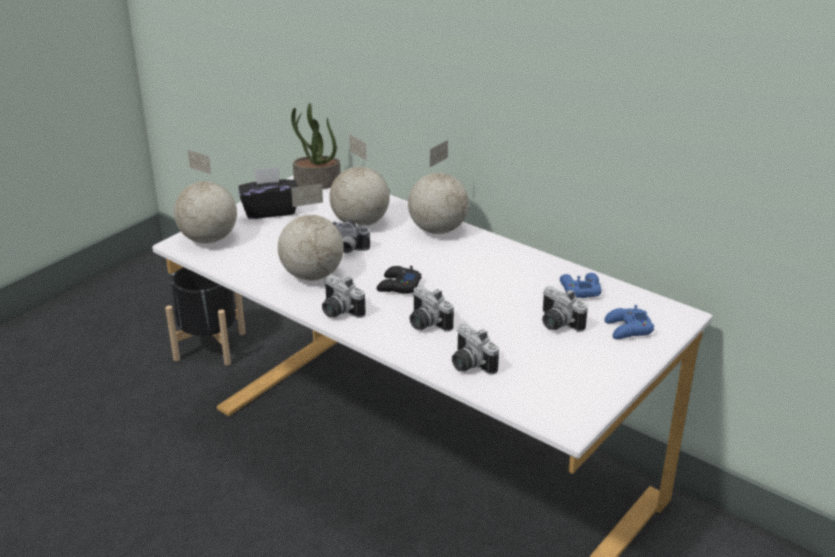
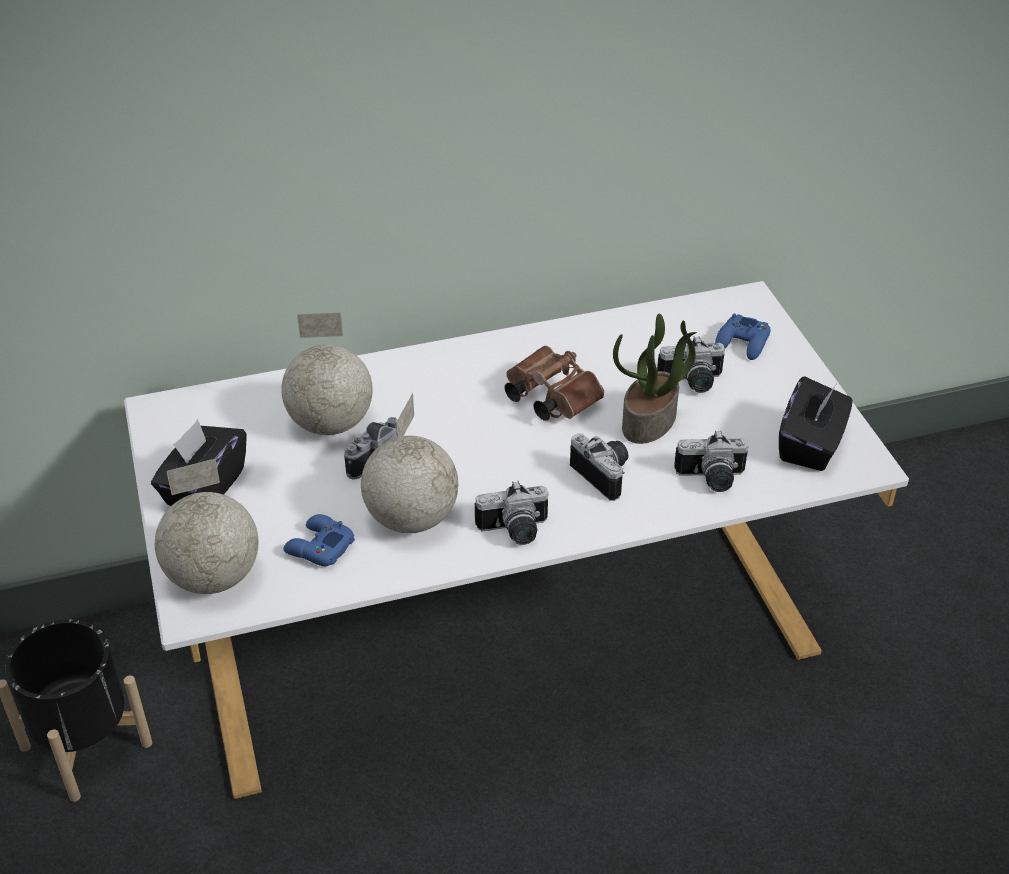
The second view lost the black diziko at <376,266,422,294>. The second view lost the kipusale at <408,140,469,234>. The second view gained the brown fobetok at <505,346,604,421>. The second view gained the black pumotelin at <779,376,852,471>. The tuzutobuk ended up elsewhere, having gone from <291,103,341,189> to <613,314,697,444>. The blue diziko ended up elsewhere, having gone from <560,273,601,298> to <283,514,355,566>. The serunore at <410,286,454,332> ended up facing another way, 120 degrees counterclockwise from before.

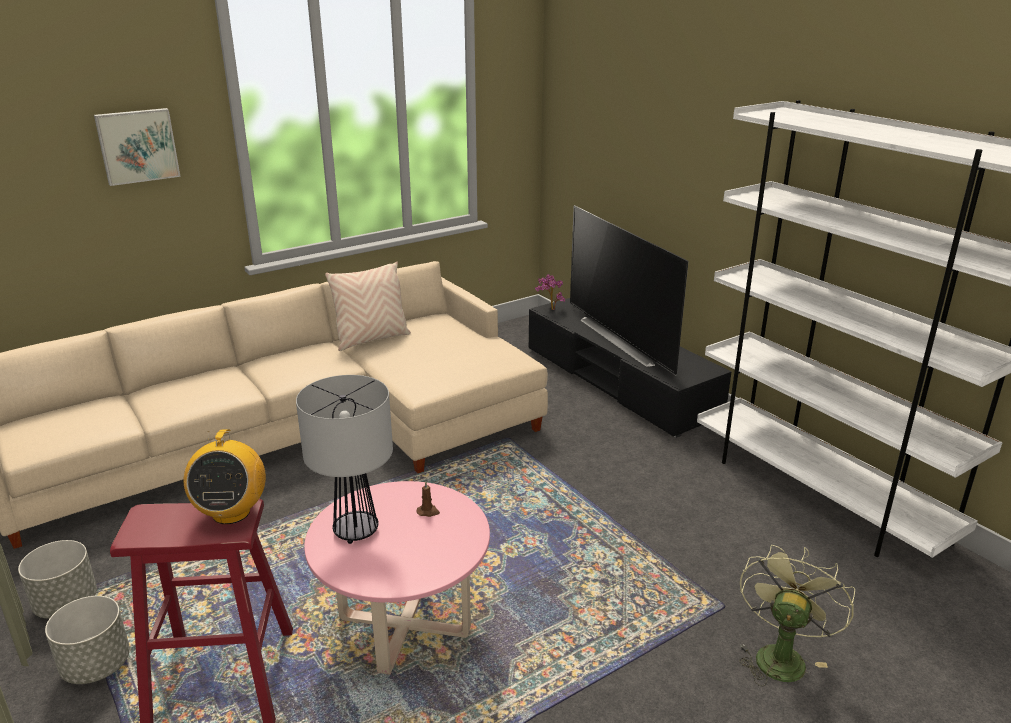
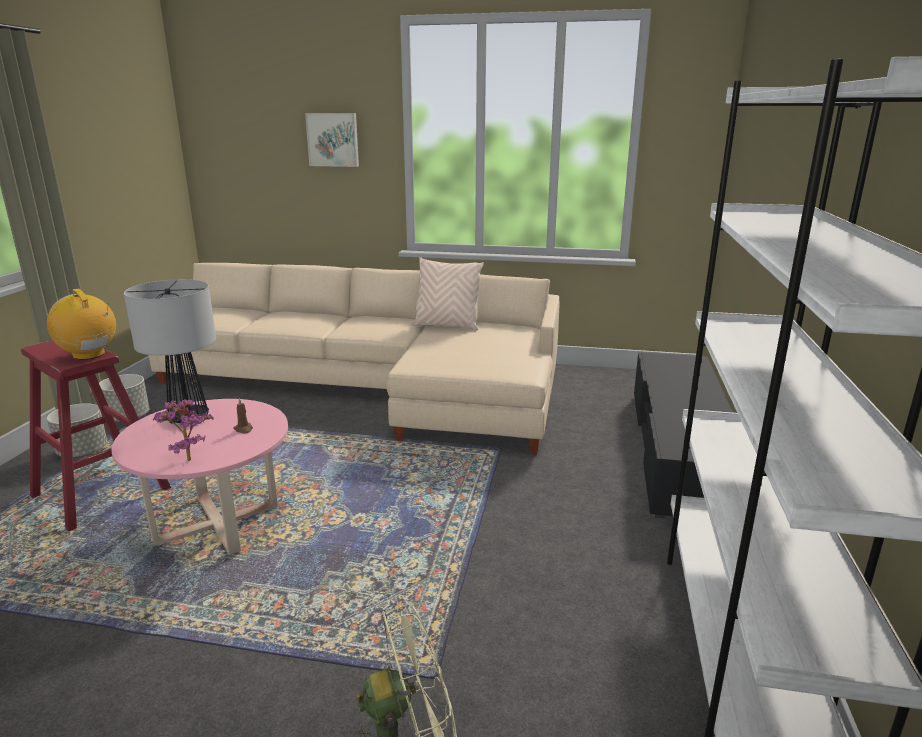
The second view lost the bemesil at <570,205,689,376>. The tuzutobuk ended up elsewhere, having gone from <535,274,565,310> to <153,399,214,461>. The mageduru at <184,429,266,524> ended up facing another way, 90 degrees clockwise from before.

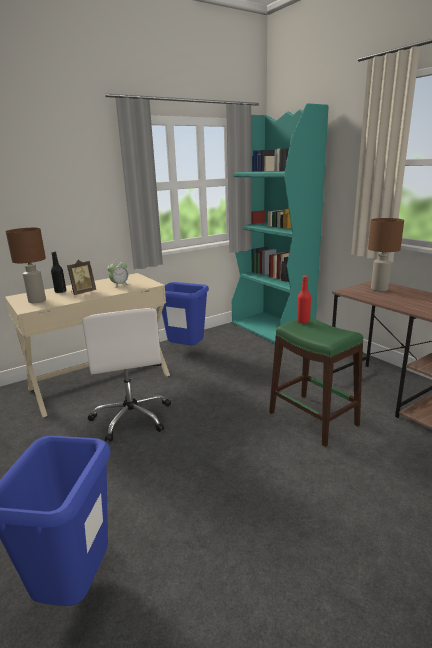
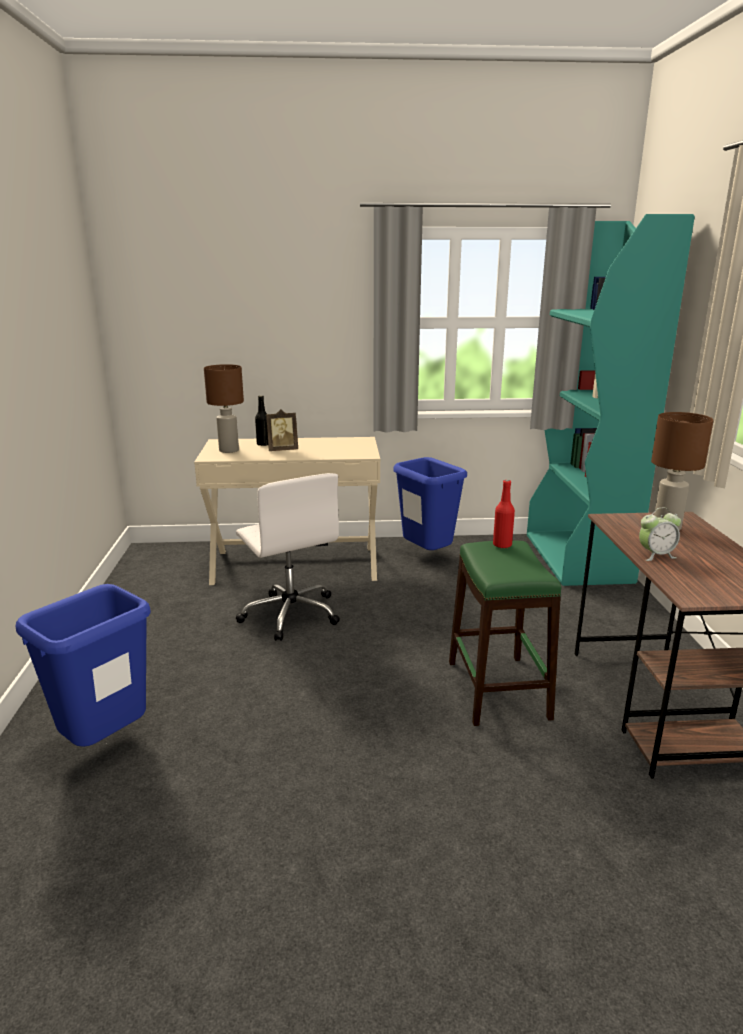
The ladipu ended up elsewhere, having gone from <107,260,130,288> to <639,508,681,561>. The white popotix at <82,308,171,442> ended up facing another way, 45 degrees counterclockwise from before.

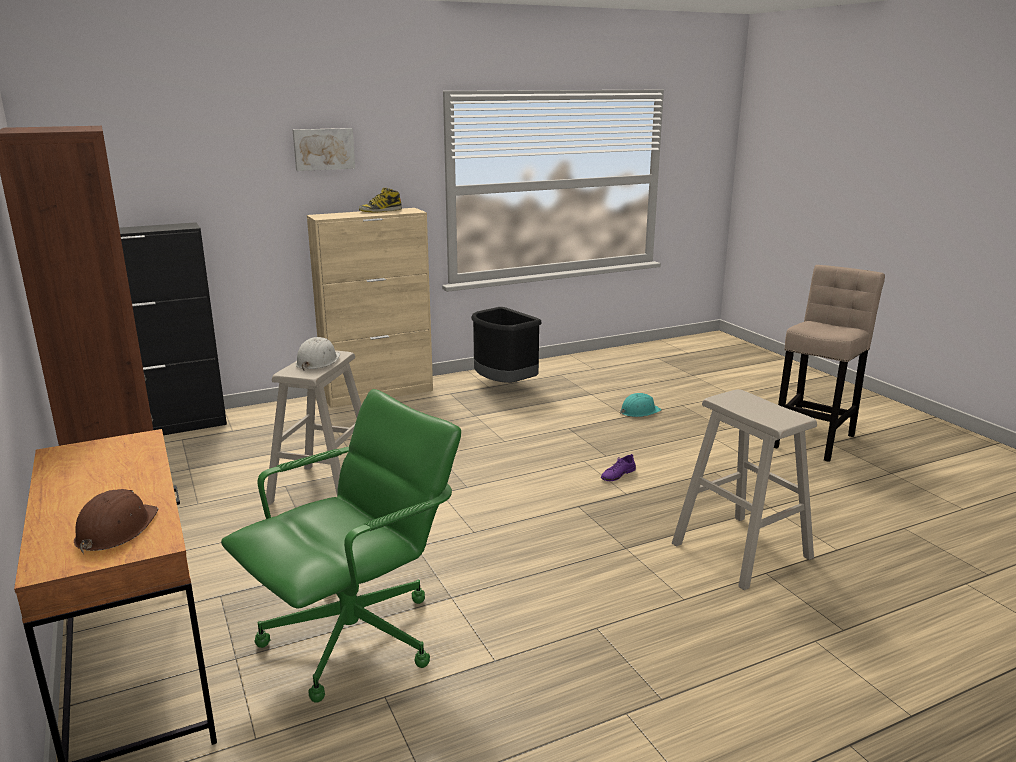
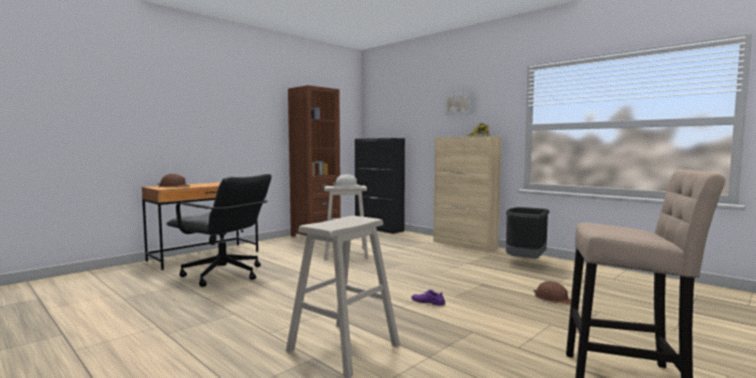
What was the green popotix at <221,389,461,703> turned into the black popotix at <166,174,272,287>. What was the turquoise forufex at <620,393,661,417> turned into the brown forufex at <533,281,571,305>.

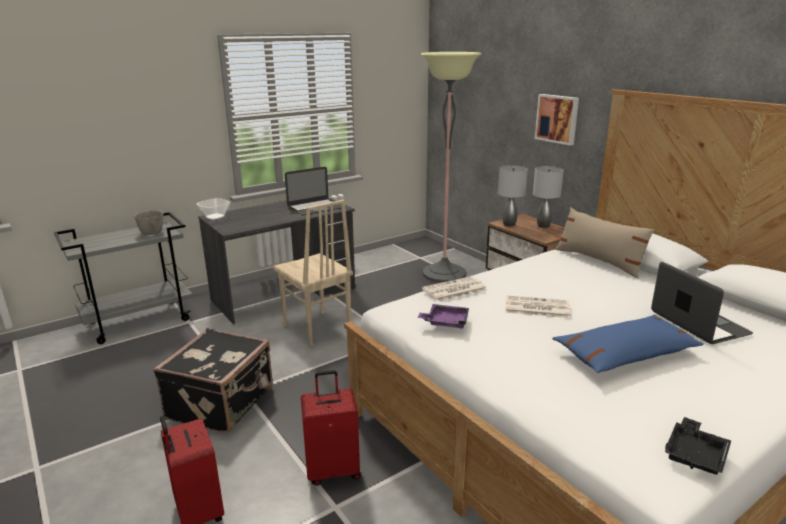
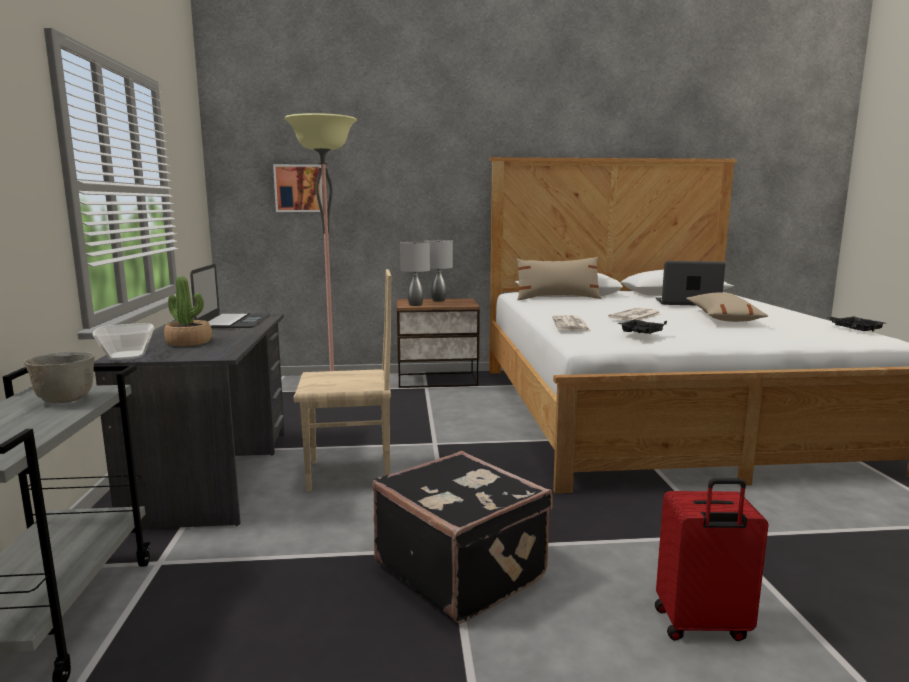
The second view lost the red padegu at <301,370,361,486>. The second view gained the tuzutobuk at <164,276,212,346>. The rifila ended up elsewhere, having gone from <535,94,579,146> to <273,164,323,212>. What was the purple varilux at <418,304,469,329> turned into the black varilux at <617,320,667,334>. What was the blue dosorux at <552,314,704,373> turned into the beige dosorux at <686,292,768,322>.

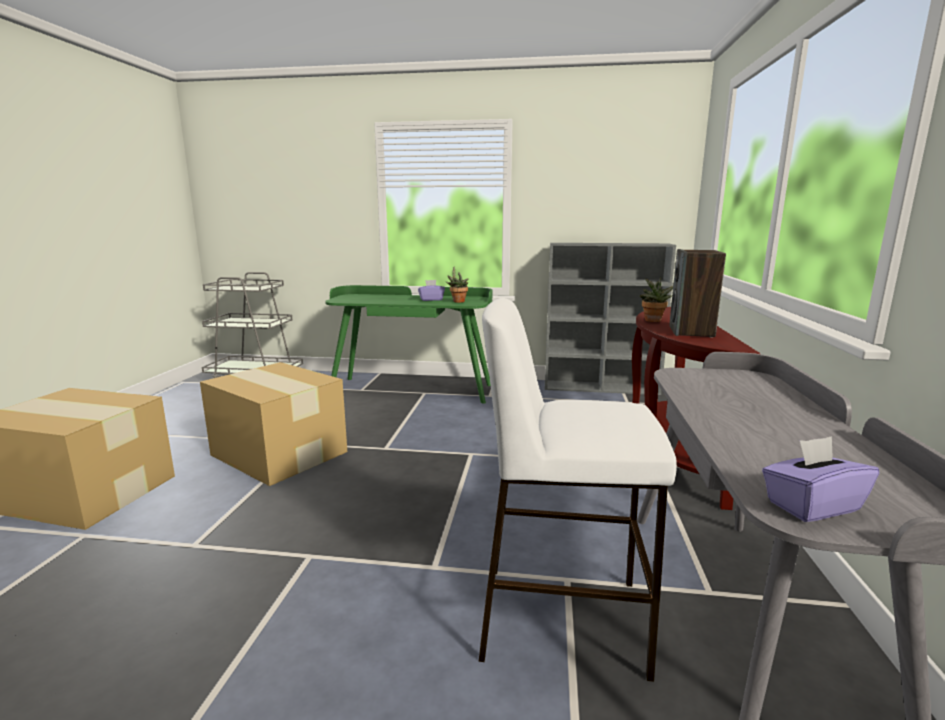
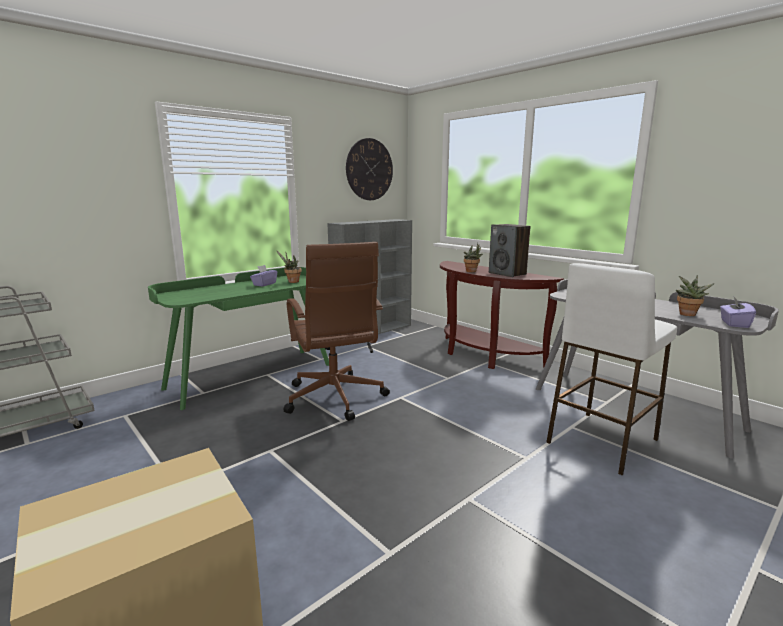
The second view lost the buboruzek at <200,362,347,486>. The second view gained the brown popotix at <283,242,390,421>. The second view gained the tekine at <346,138,393,200>. The second view gained the tuzutobuk at <676,275,715,316>.

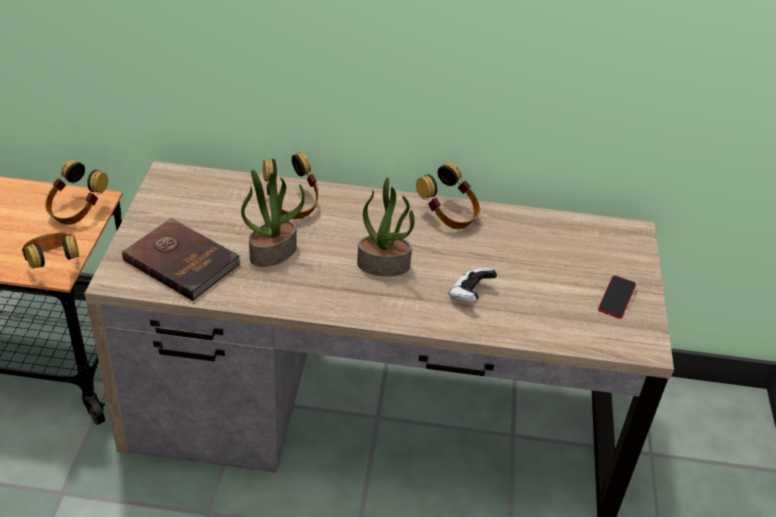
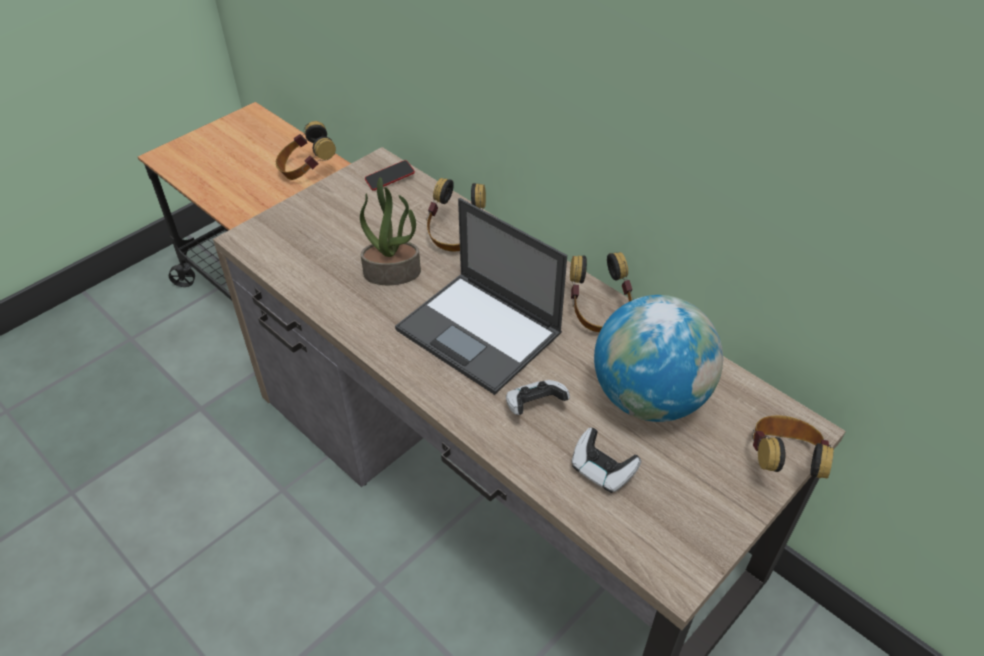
The second view lost the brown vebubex at <122,217,241,301>. The second view gained the diziko at <572,427,641,493>. The second view gained the kipusale at <594,295,723,422>. The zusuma ended up elsewhere, having gone from <22,233,79,269> to <752,416,834,479>. The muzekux ended up elsewhere, having gone from <598,275,636,319> to <365,160,415,191>. Where the tuzutobuk stood at <357,177,415,276>, the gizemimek came to stand at <395,198,567,395>.

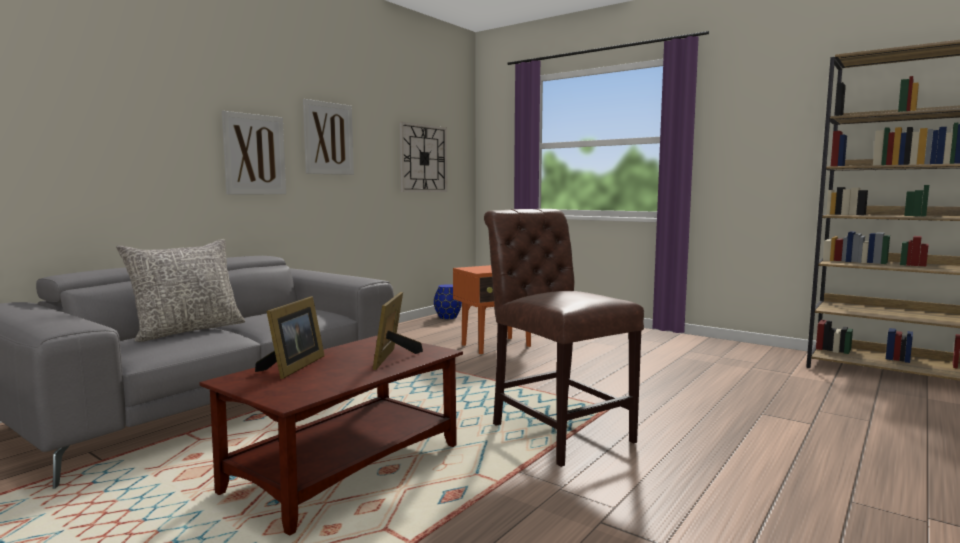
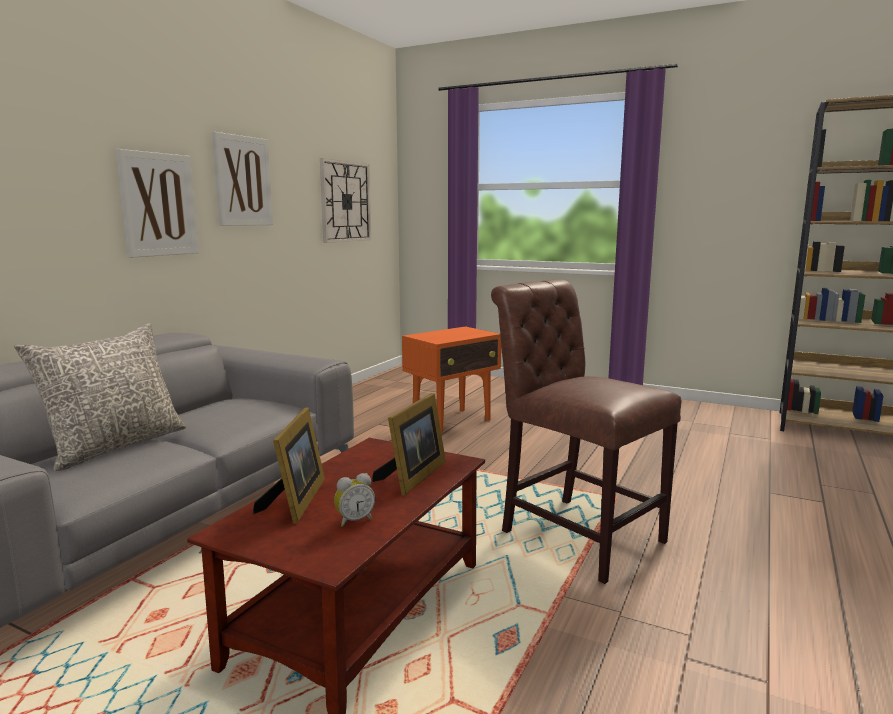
The second view lost the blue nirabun at <434,284,462,319>. The second view gained the ladipu at <334,473,375,527>. The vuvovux at <373,292,423,370> ended up facing another way, 150 degrees counterclockwise from before.

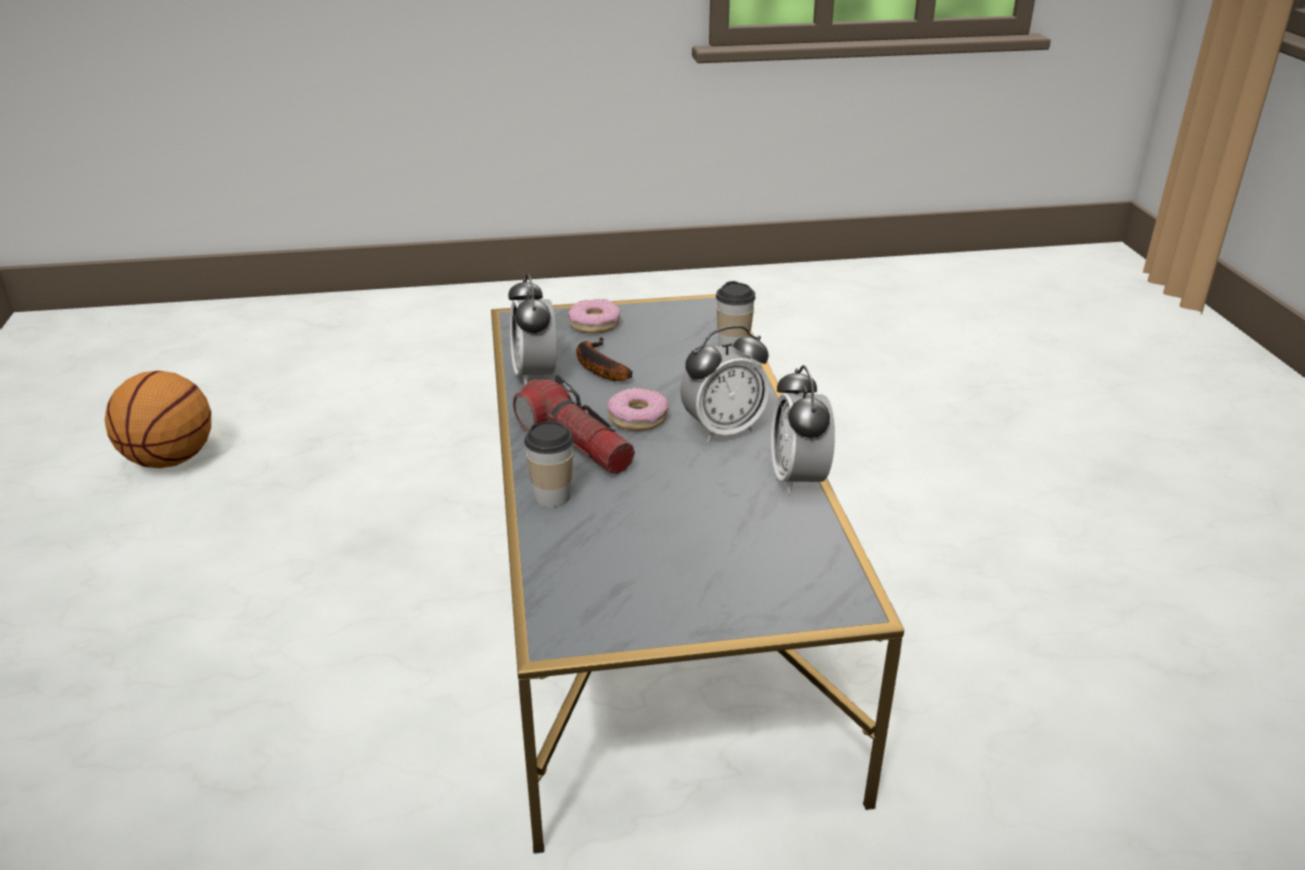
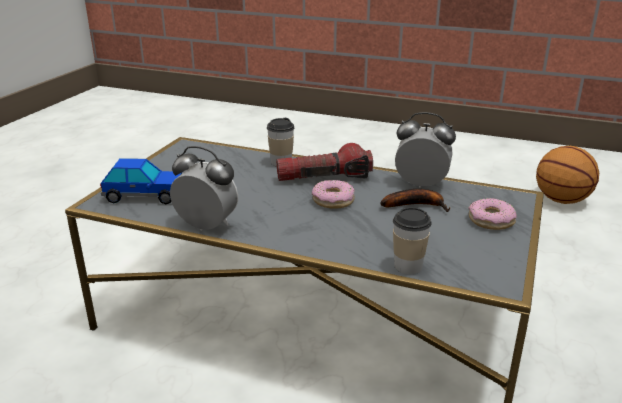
The second view lost the ladipu at <680,326,770,442>. The second view gained the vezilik at <100,158,182,204>.

